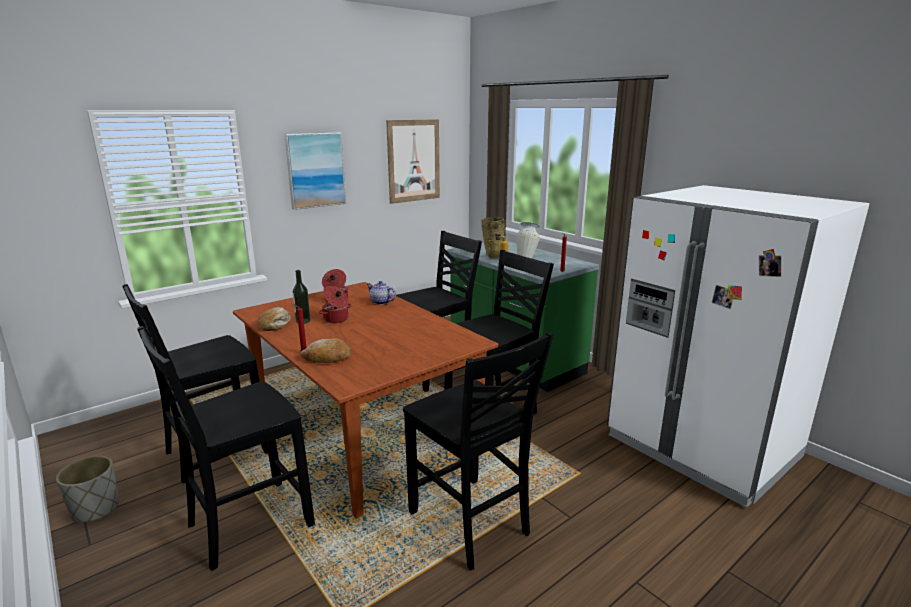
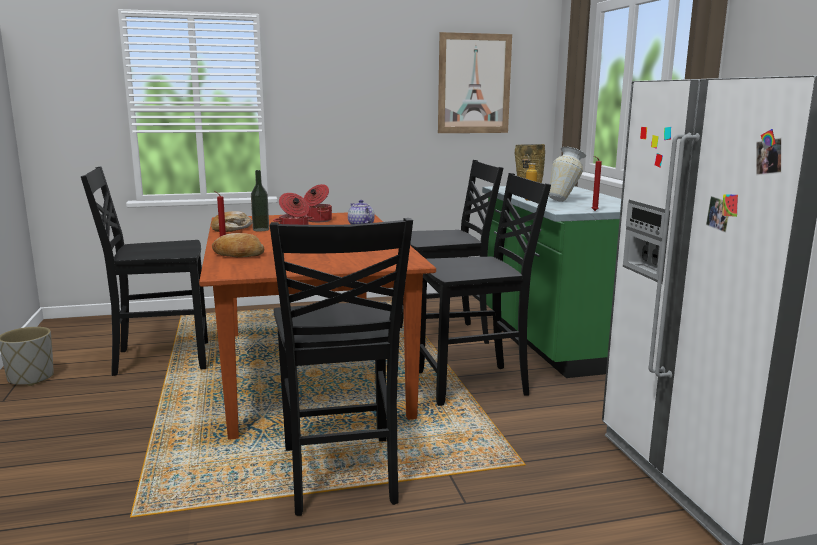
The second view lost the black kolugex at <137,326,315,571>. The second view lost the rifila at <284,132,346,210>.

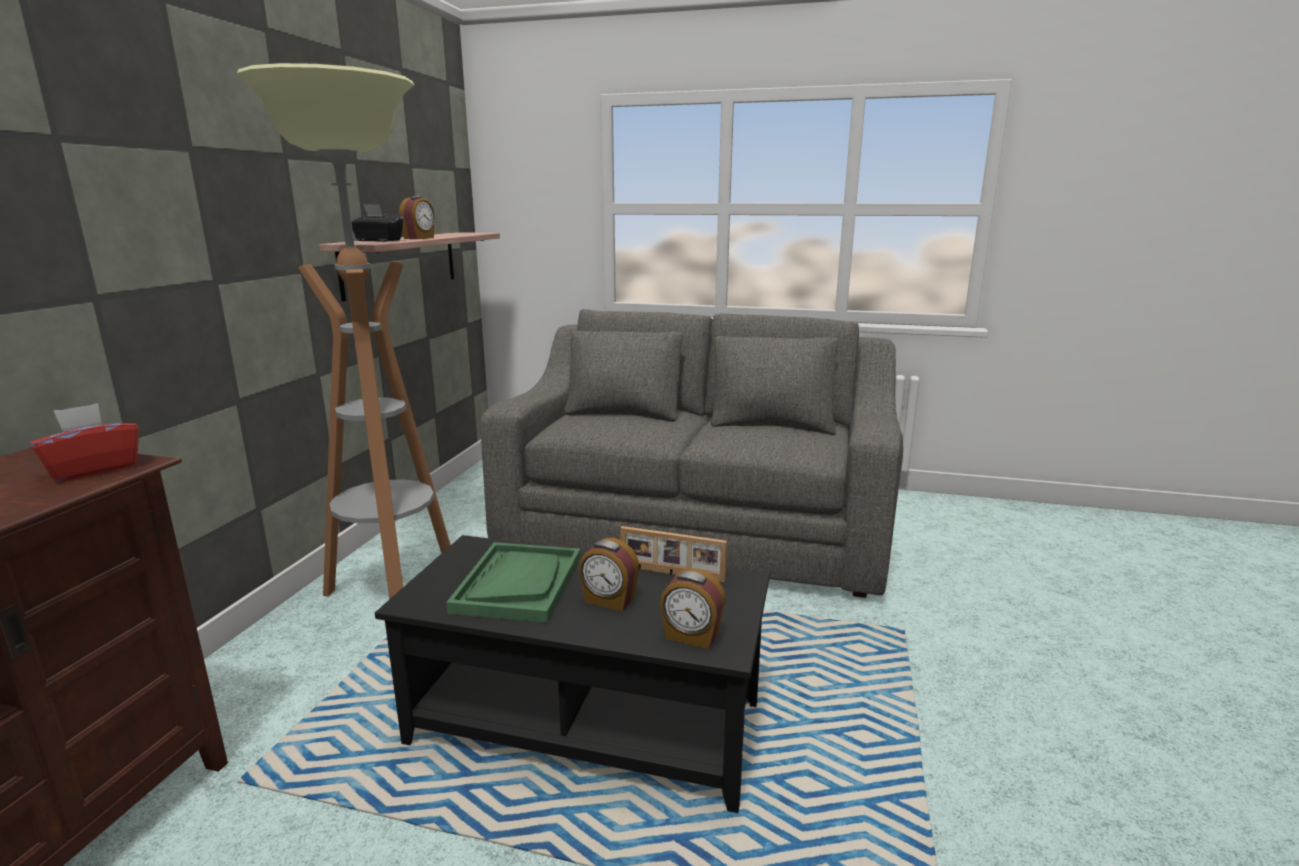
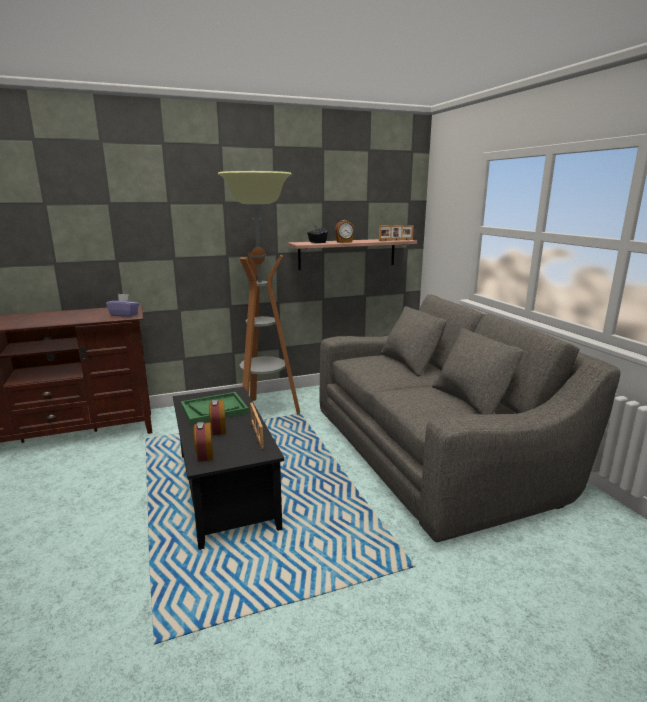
The second view gained the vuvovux at <379,225,414,241>. What was the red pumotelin at <30,403,139,482> turned into the purple pumotelin at <106,294,139,317>.

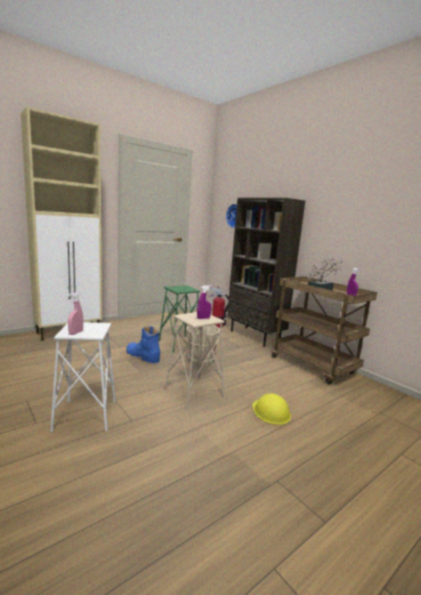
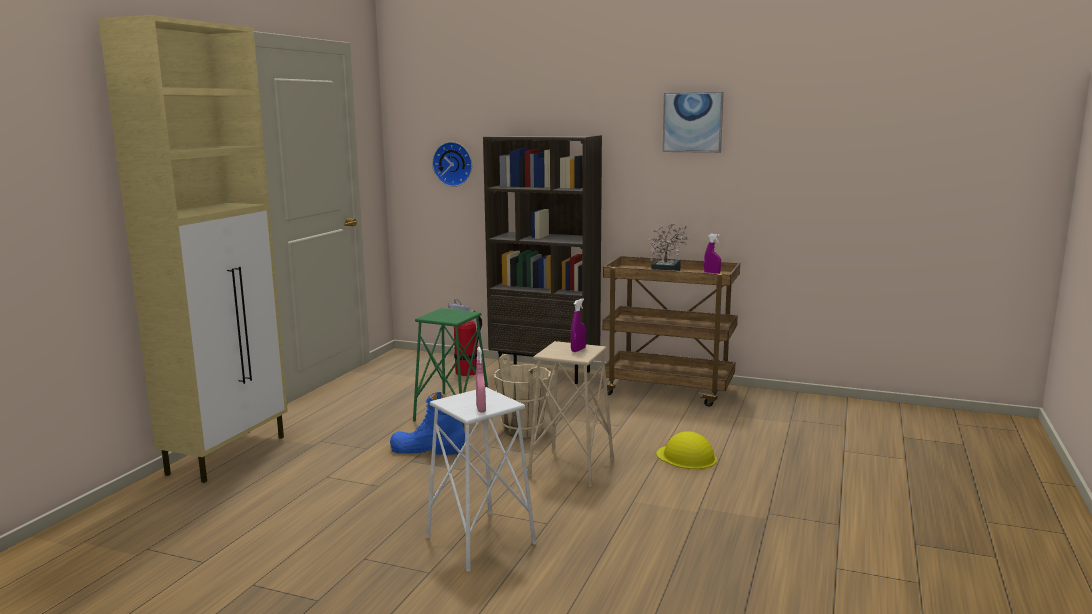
The second view gained the rifila at <662,92,724,153>.

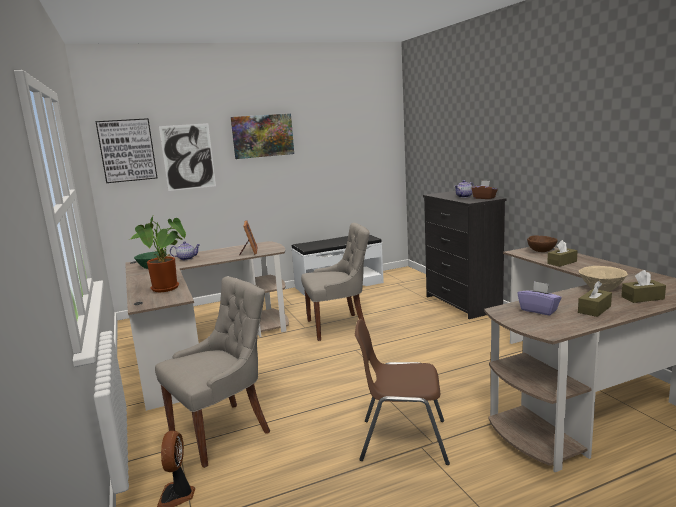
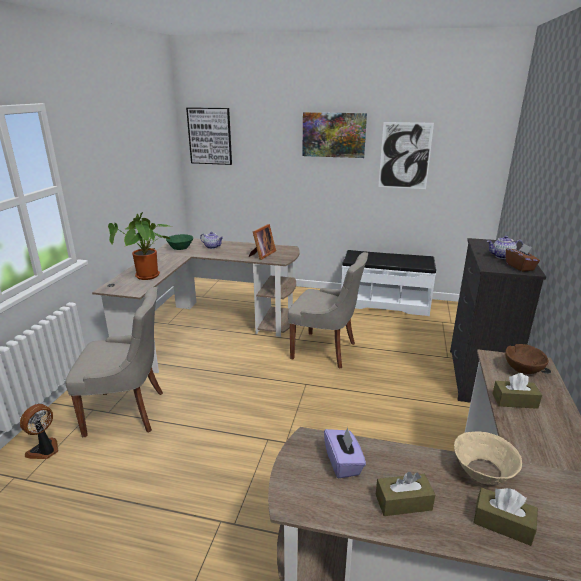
The second view lost the brown kolugex at <355,319,450,465>. The rifila ended up elsewhere, having gone from <159,123,216,191> to <378,122,434,189>.

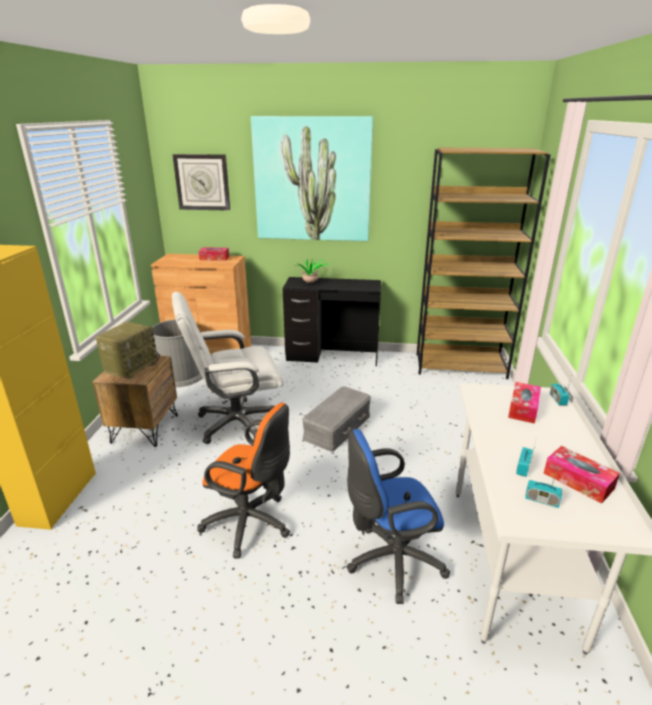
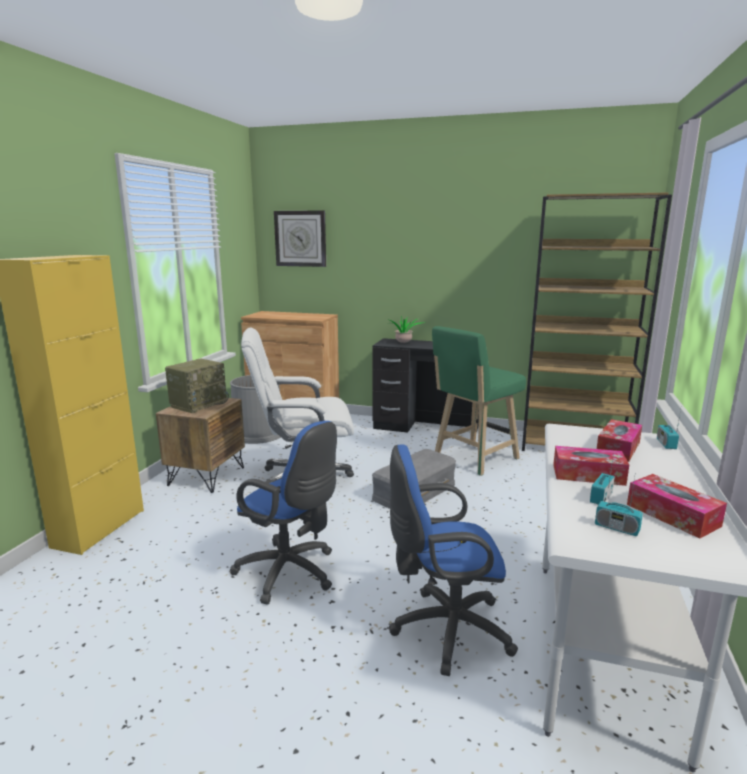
The second view lost the rifila at <251,116,373,241>. The second view gained the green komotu at <432,326,526,476>. The pumotelin ended up elsewhere, having gone from <199,248,229,261> to <553,446,629,486>. What was the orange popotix at <197,403,290,559> turned into the blue popotix at <230,421,337,604>.

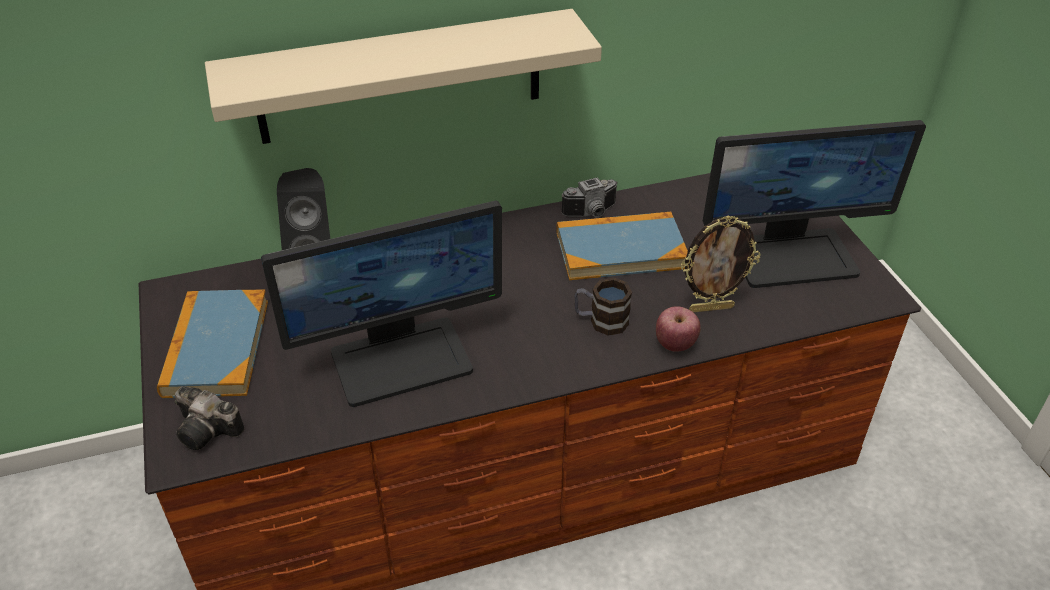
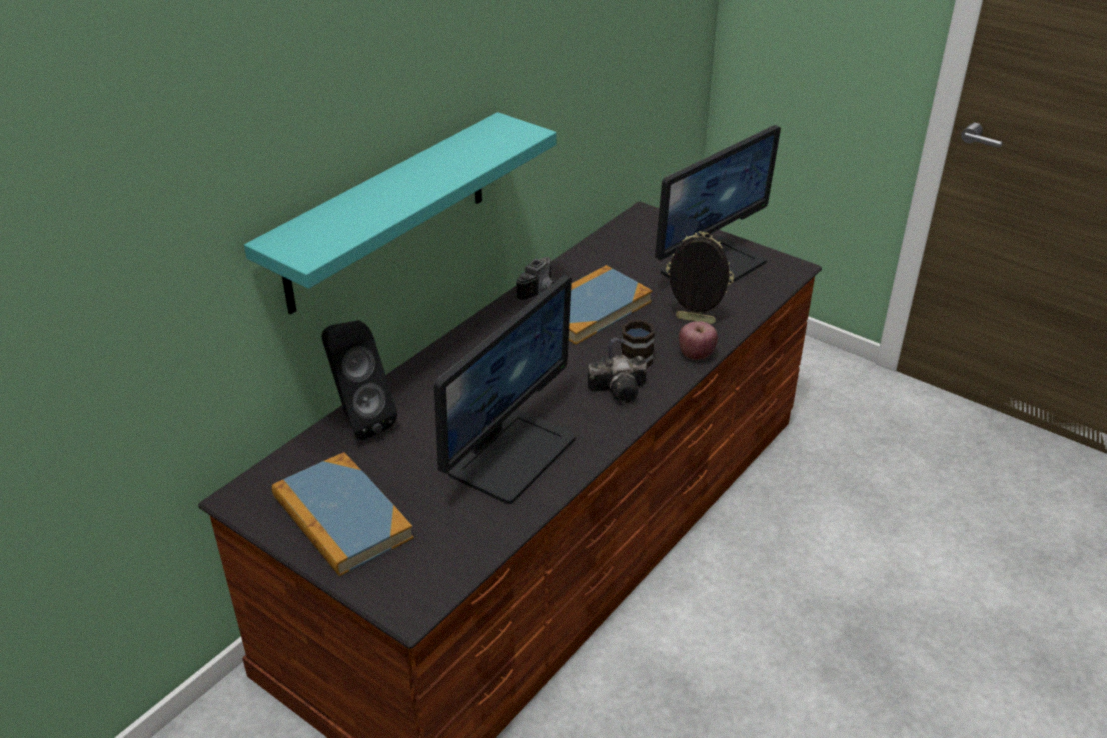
The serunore ended up elsewhere, having gone from <175,386,245,450> to <588,355,647,403>. What was the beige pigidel at <205,9,602,144> turned into the turquoise pigidel at <244,112,557,315>. The vuvovux at <681,215,761,312> ended up facing another way, 120 degrees counterclockwise from before.

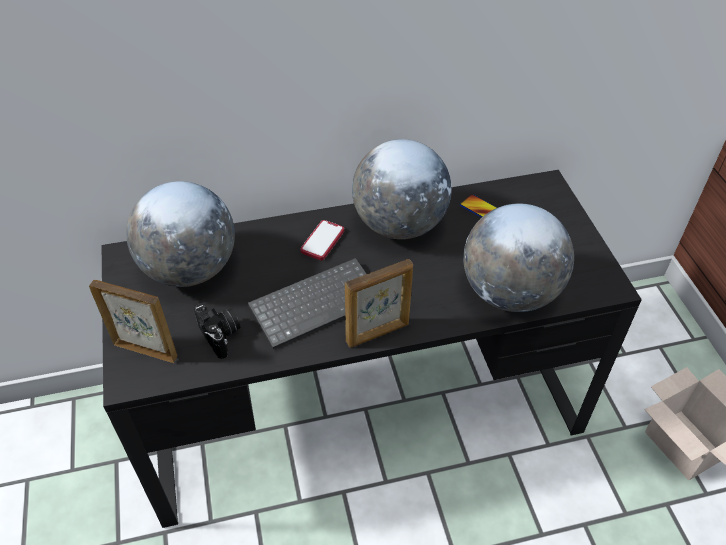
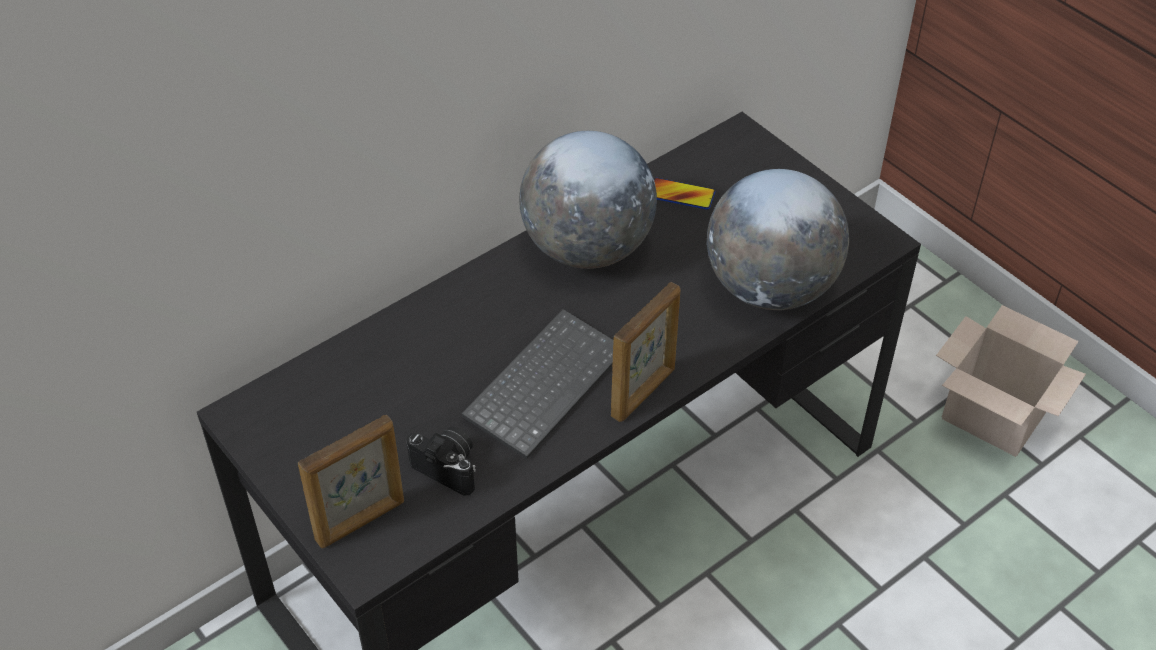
The second view lost the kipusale at <126,181,235,287>. The second view lost the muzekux at <300,220,344,260>. The vuvovux at <89,280,177,363> ended up facing another way, 150 degrees clockwise from before.

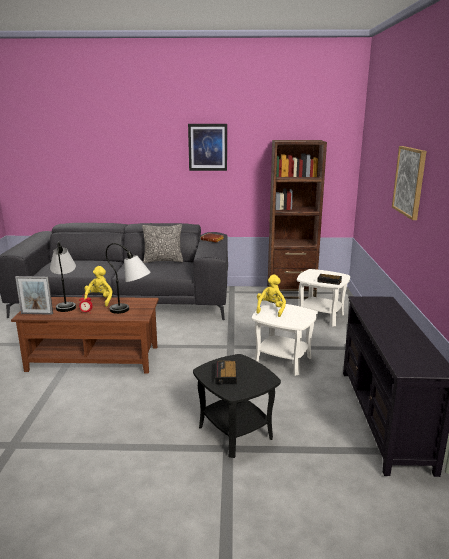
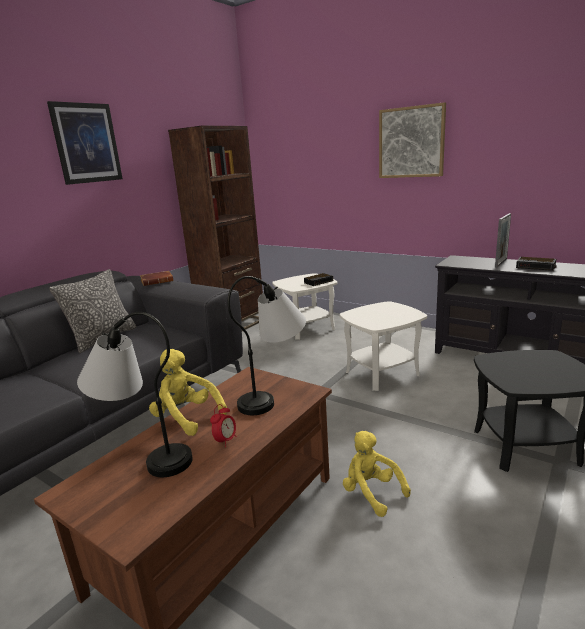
The vuvovux ended up elsewhere, having gone from <15,276,53,315> to <495,213,511,268>. The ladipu ended up elsewhere, having gone from <215,361,237,384> to <516,257,557,271>. The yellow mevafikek ended up elsewhere, having gone from <256,274,286,317> to <343,431,411,517>.

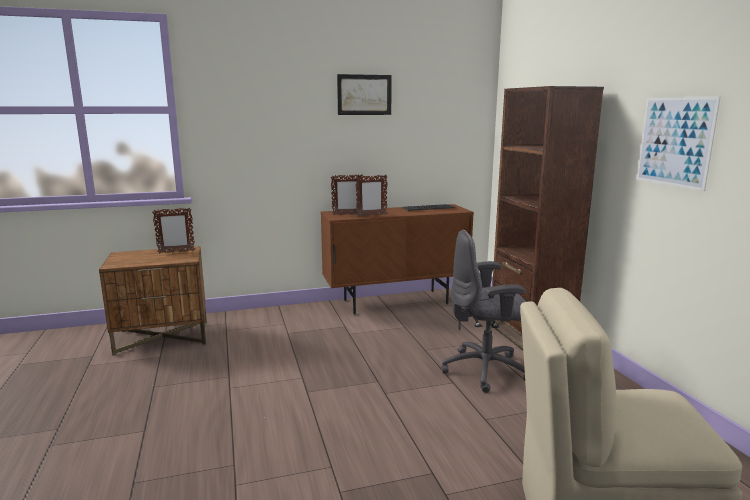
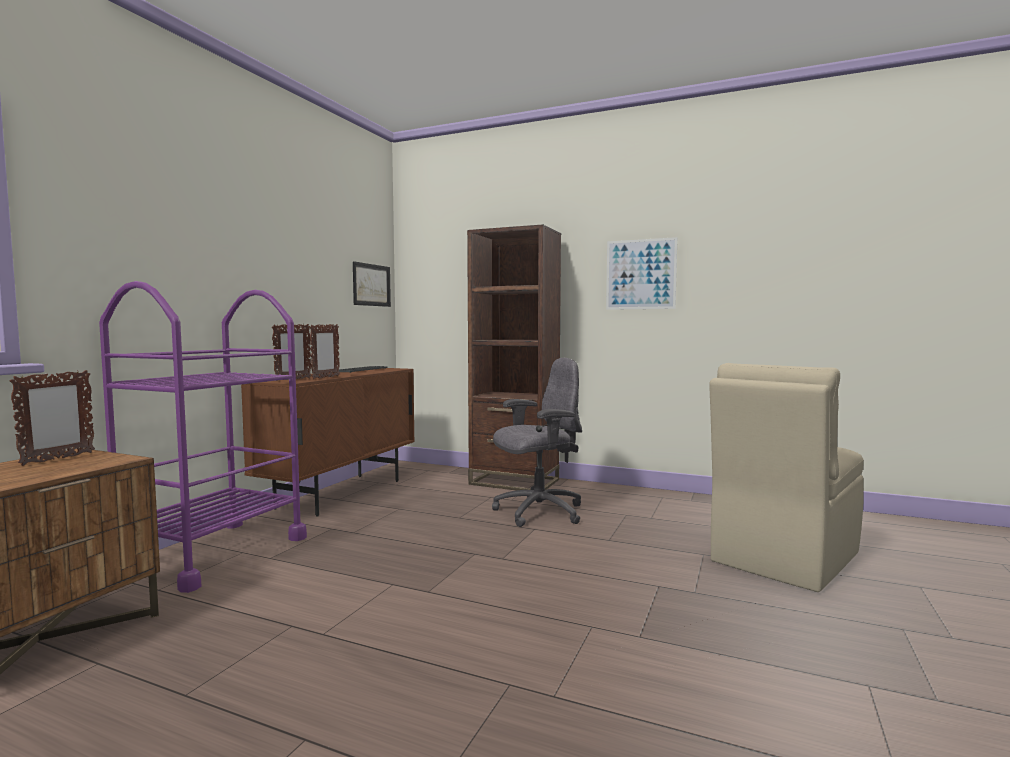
The second view gained the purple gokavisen at <99,281,307,593>. The rifila ended up elsewhere, having gone from <337,74,392,115> to <353,261,391,307>. The grey popotix at <442,230,526,393> ended up facing another way, 150 degrees counterclockwise from before.

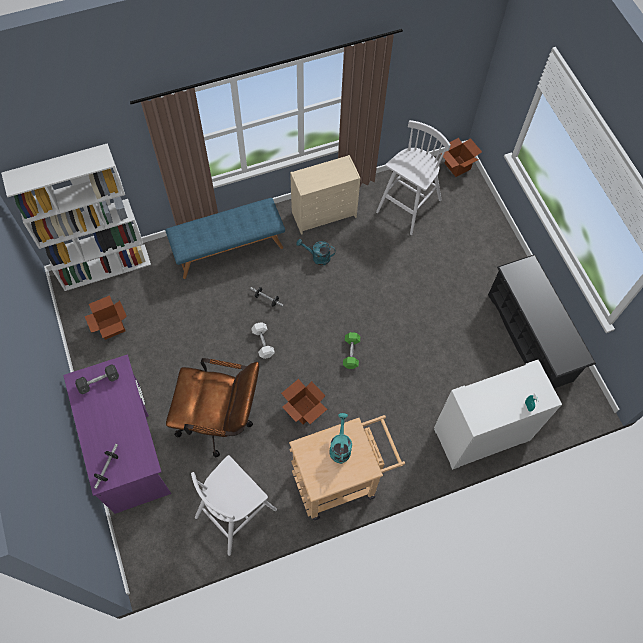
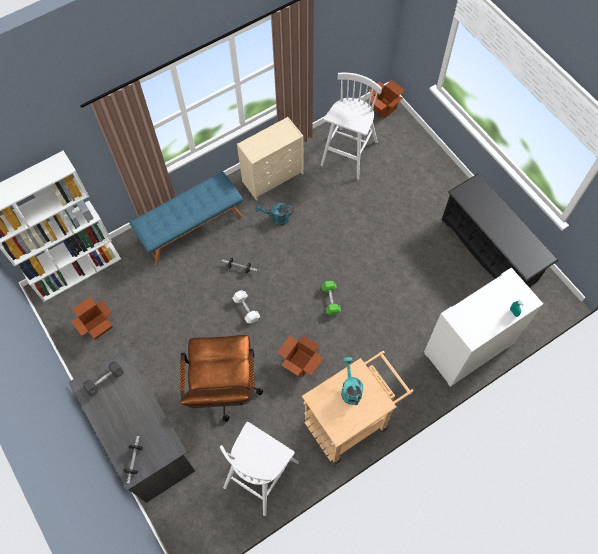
What was the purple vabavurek at <63,354,171,514> turned into the grey vabavurek at <69,349,195,503>. The brown popotix at <166,358,259,457> ended up facing another way, 90 degrees clockwise from before.

